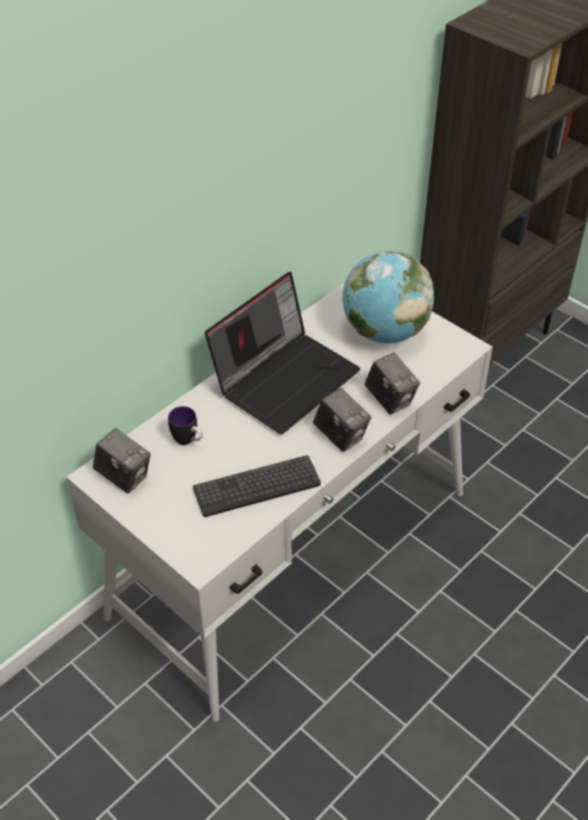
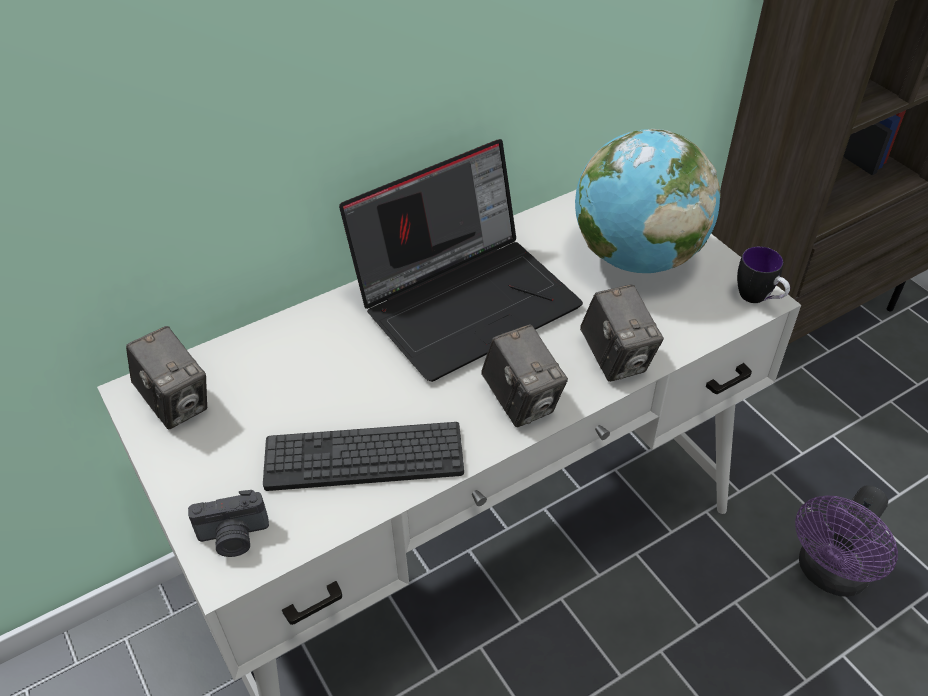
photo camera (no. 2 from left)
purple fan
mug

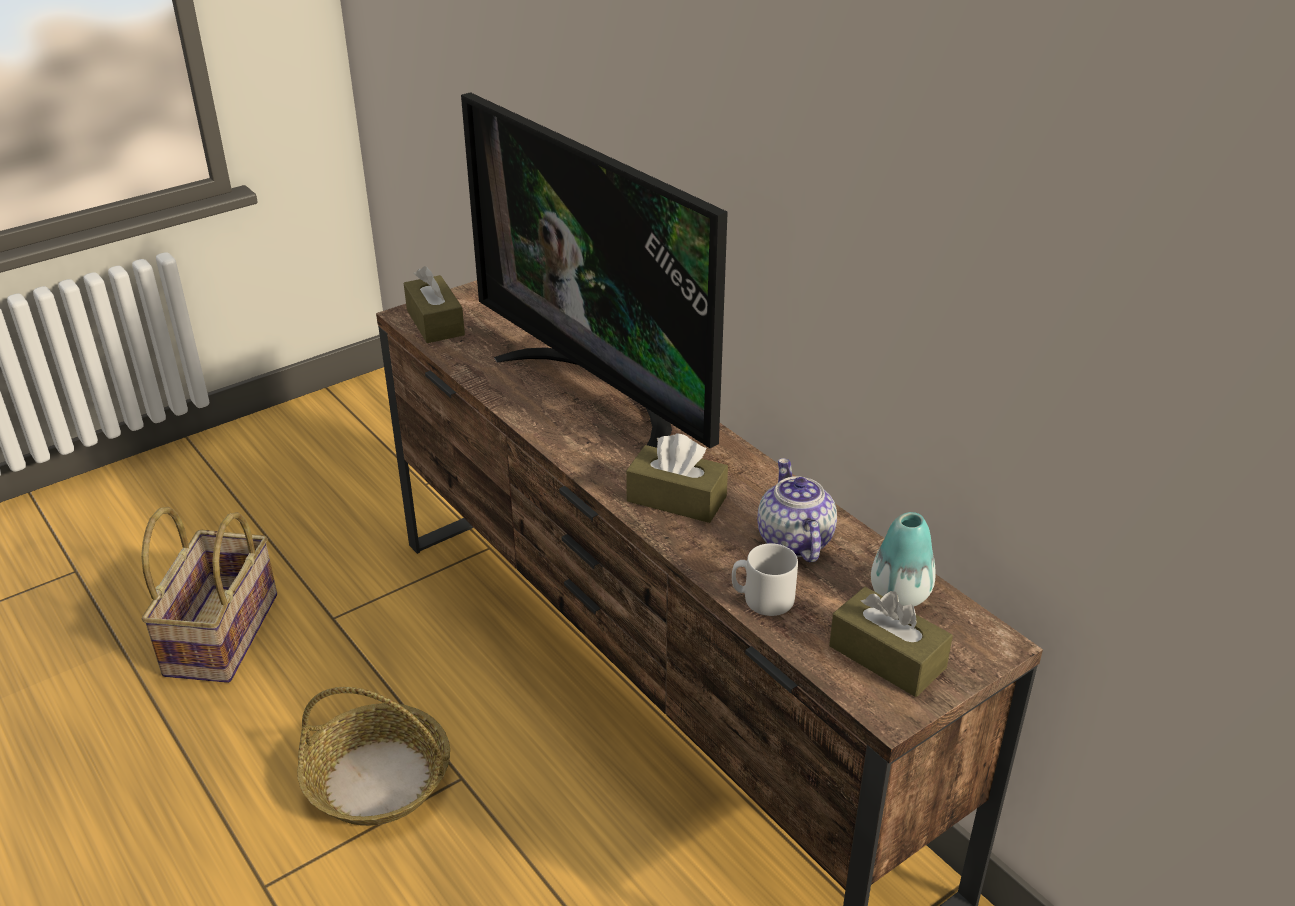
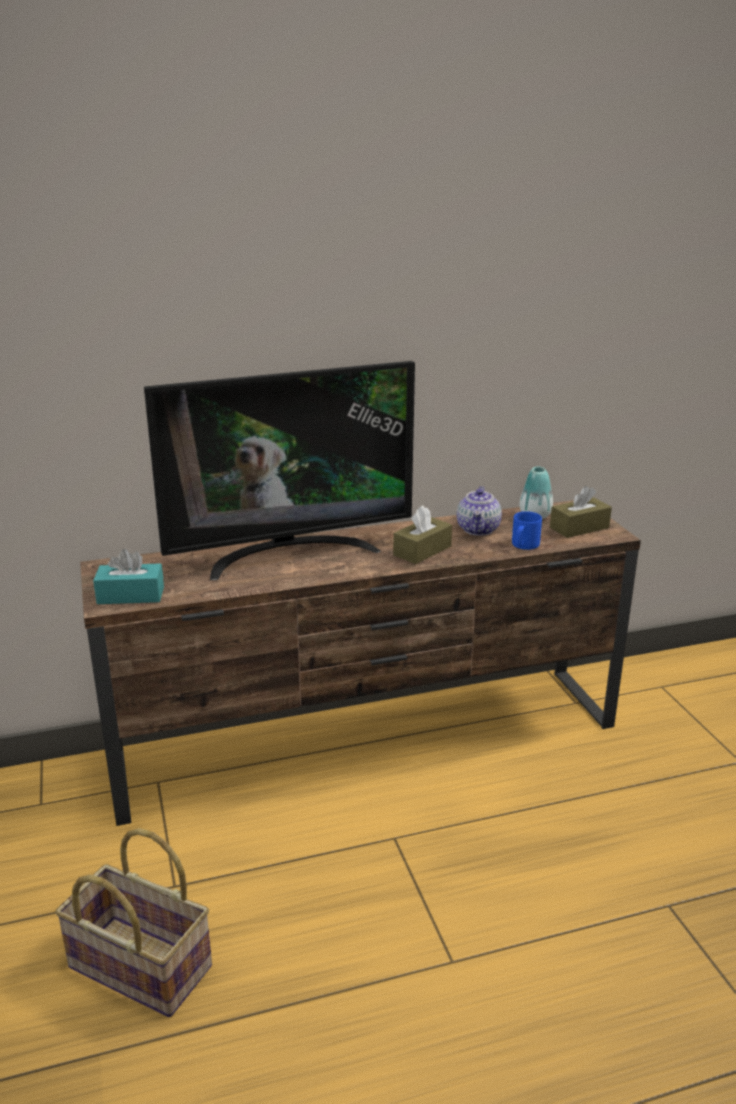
basket (no. 2 from left in the first image)
turquoise tissue box
blue mug
teapot

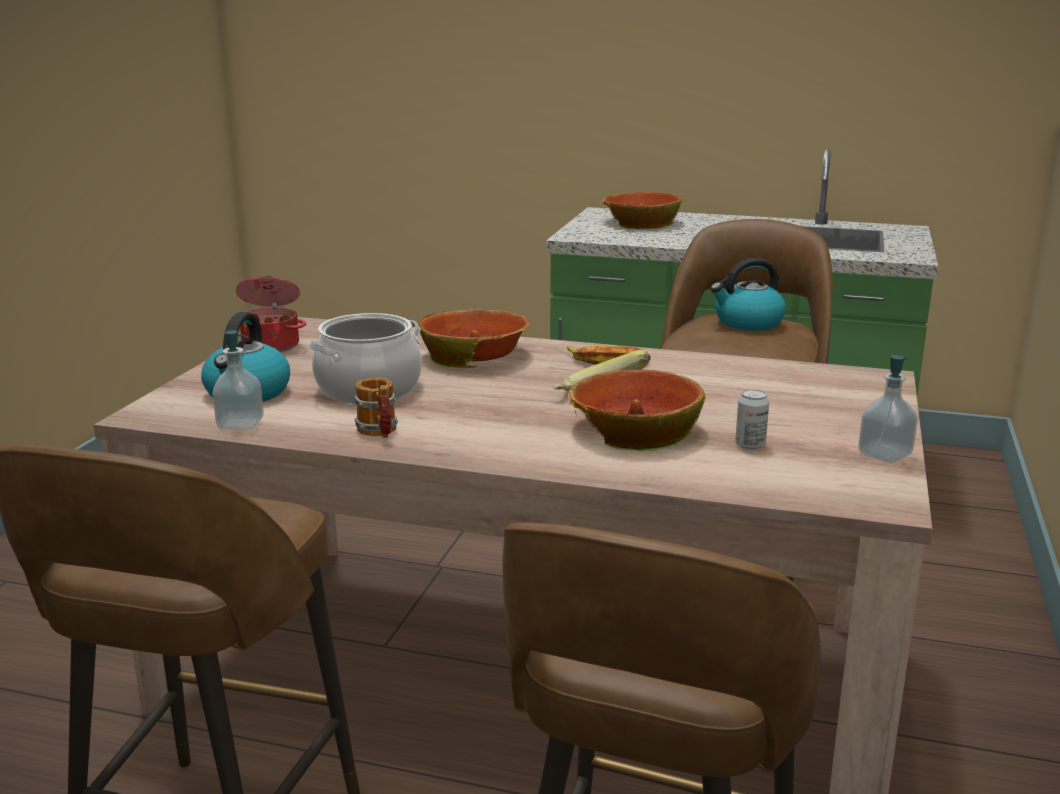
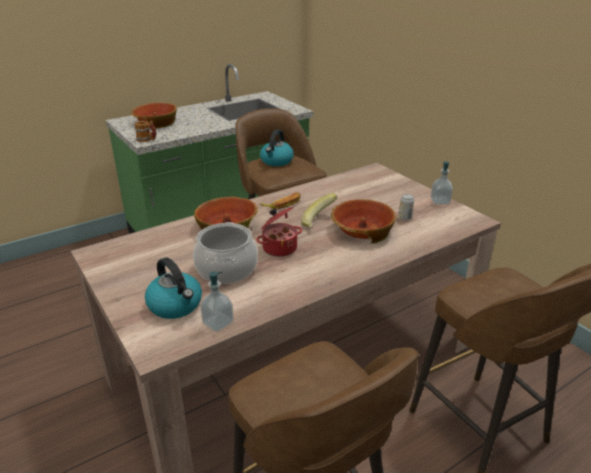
cooking pot (no. 2 from left)
mug

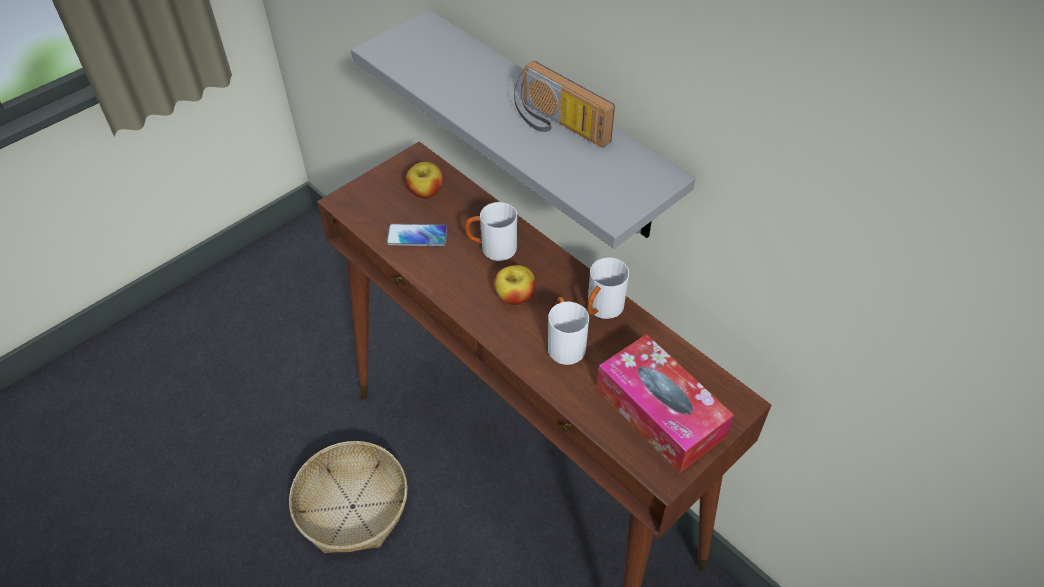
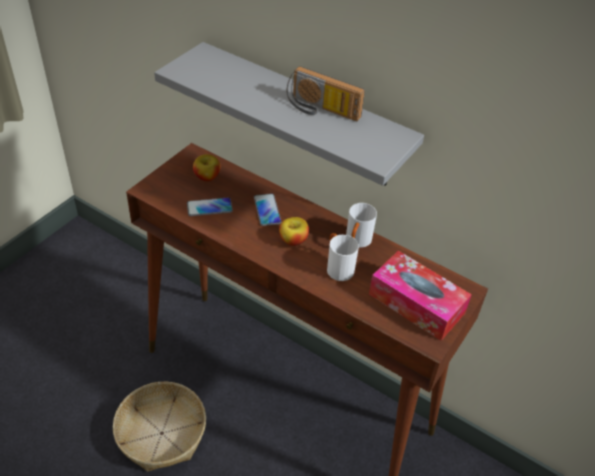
phone (no. 2 from left)

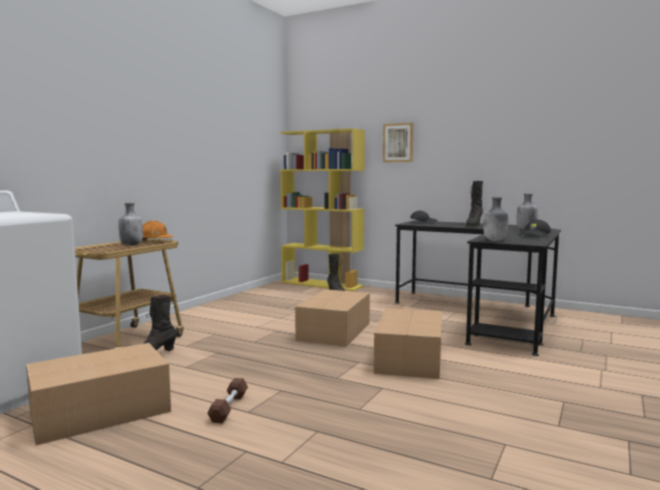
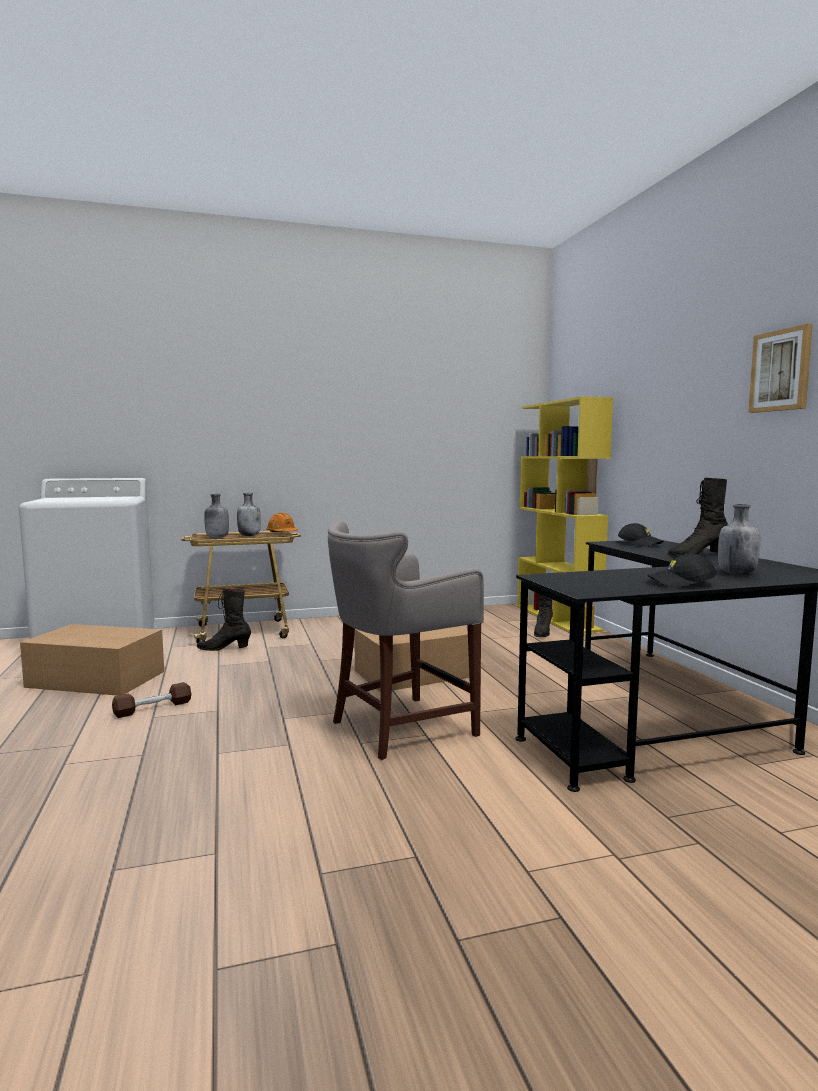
picture
grey bottle (no. 1 from left)
grey stool

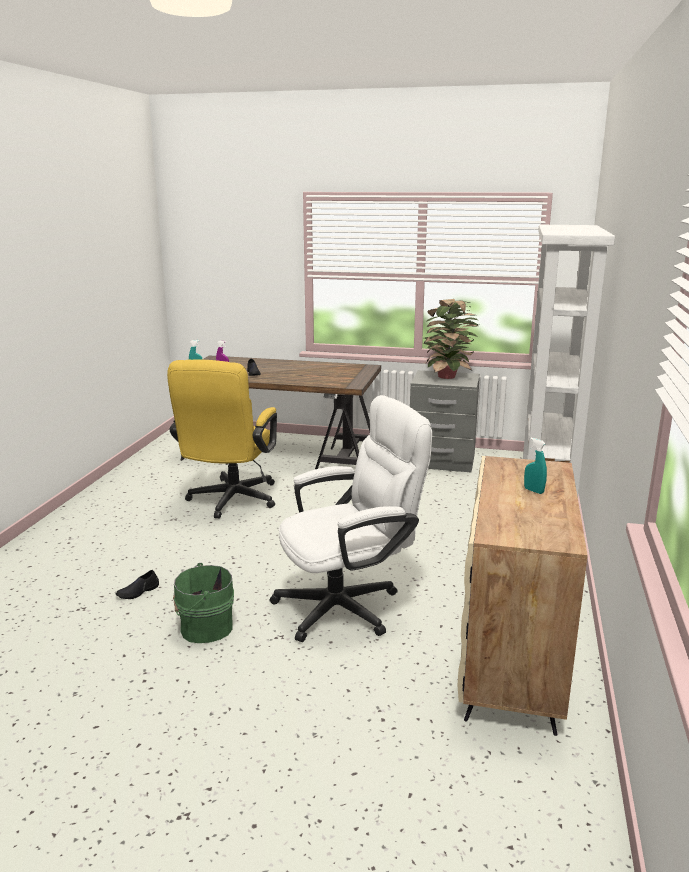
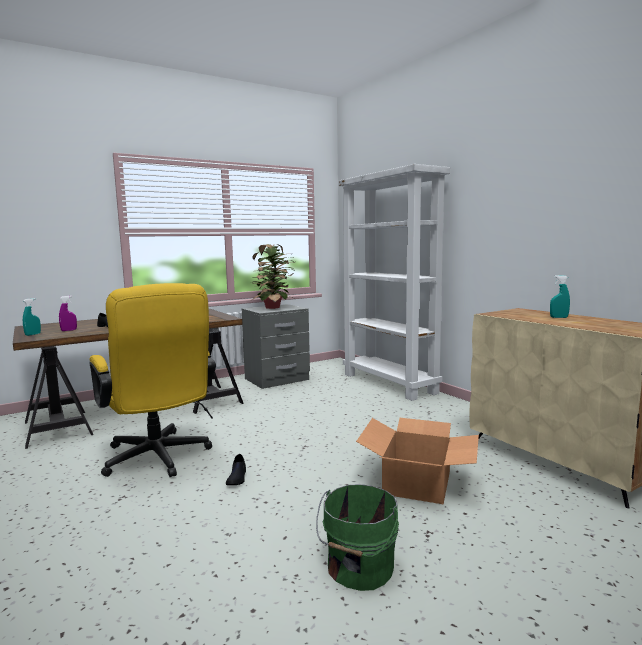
black shoe (no. 2 from left)
cardboard box

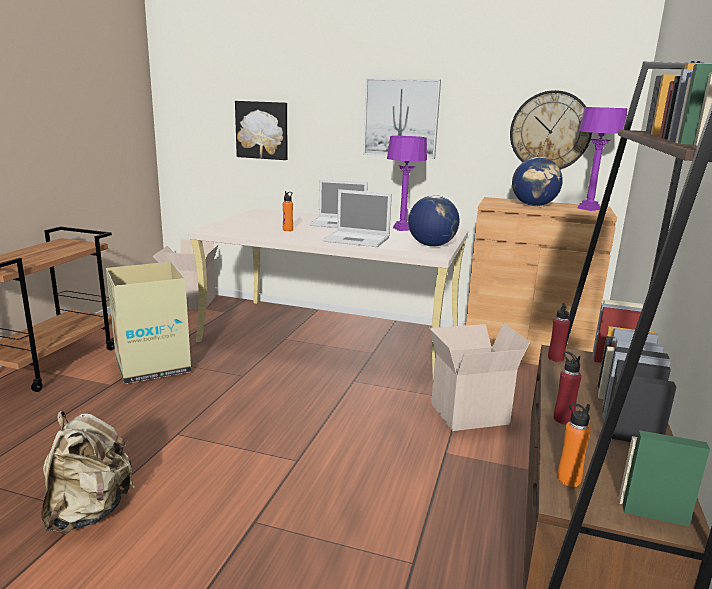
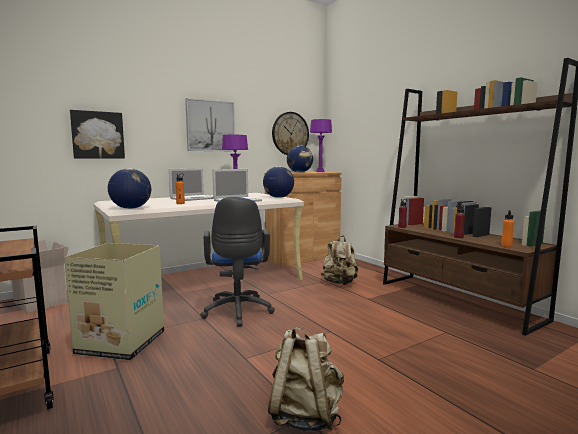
globe (no. 1 from left)
blue office chair
beige backpack (no. 2 from left)

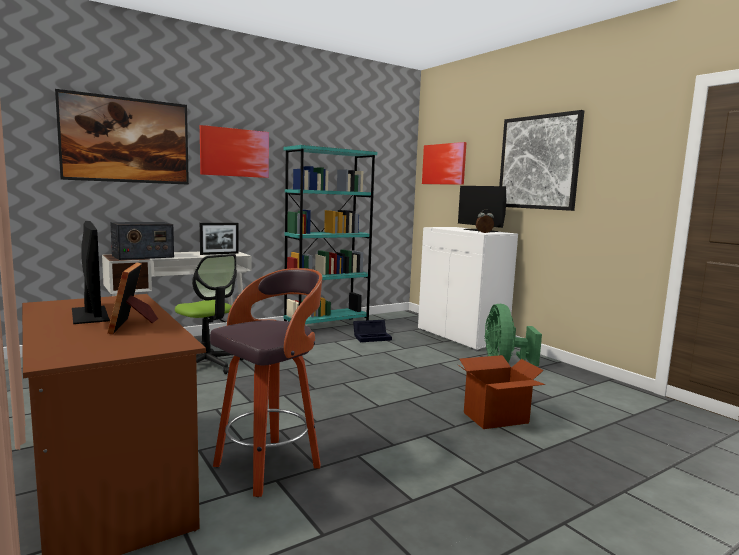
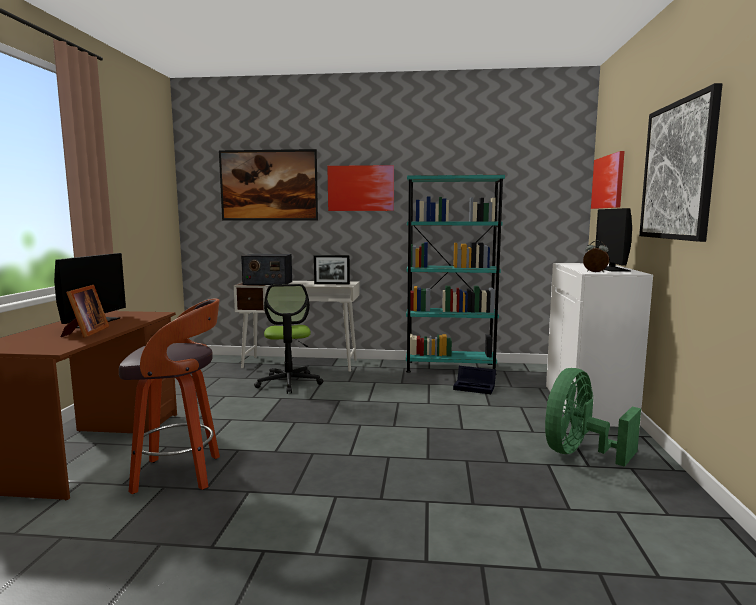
cardboard box
picture frame (no. 1 from left)

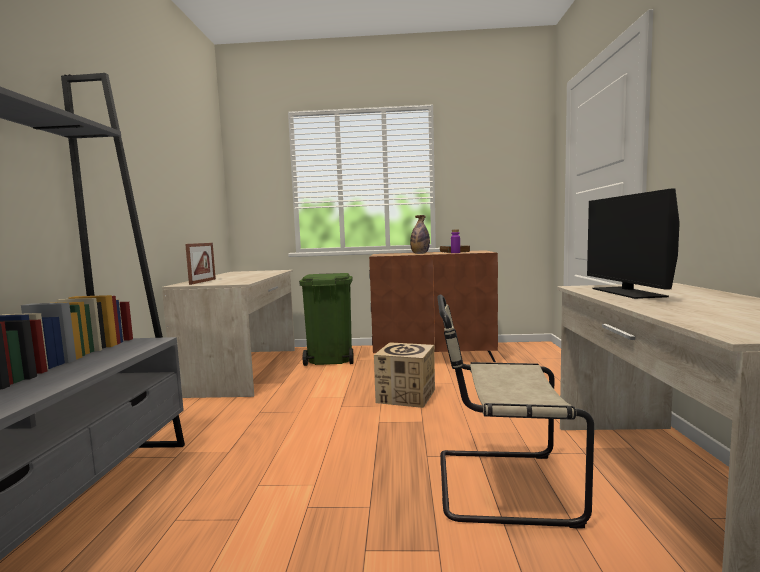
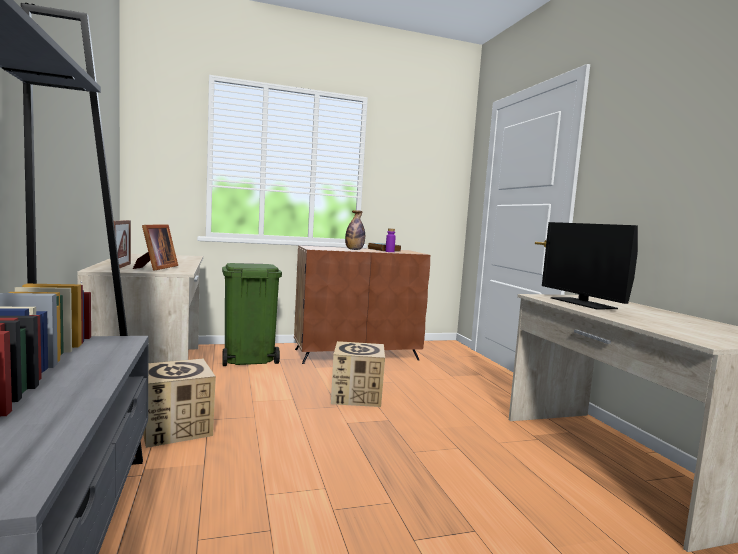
beige chair
picture frame (no. 2 from left)
cardboard box (no. 1 from left)

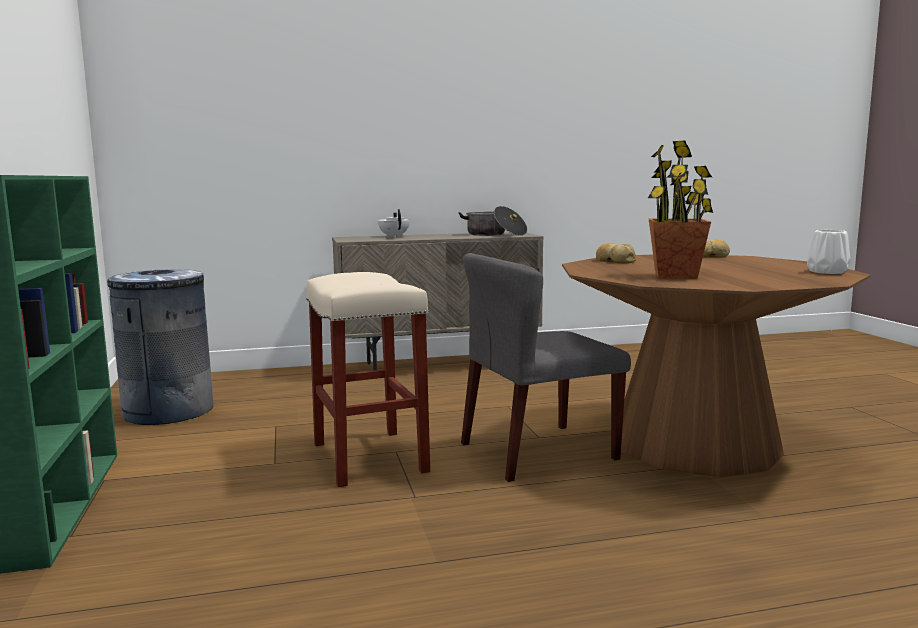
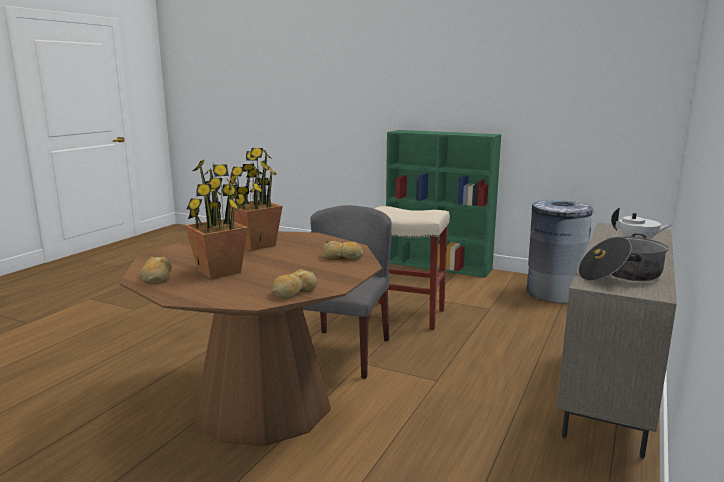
potted plant (no. 1 from left)
bread (no. 1 from left)

